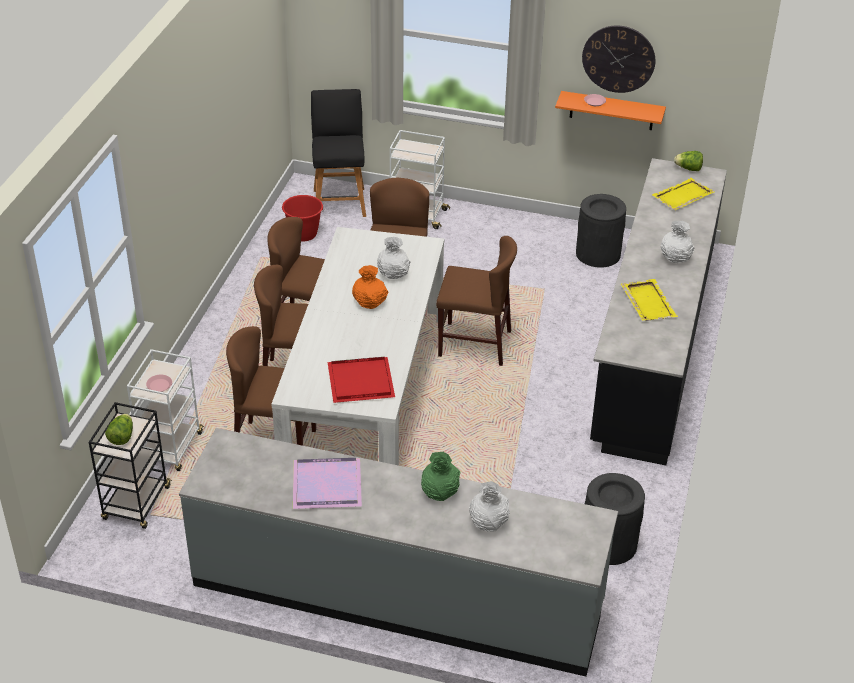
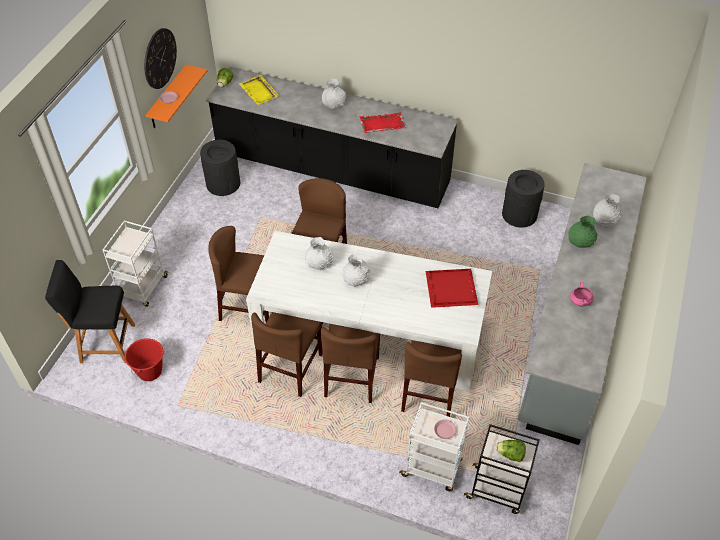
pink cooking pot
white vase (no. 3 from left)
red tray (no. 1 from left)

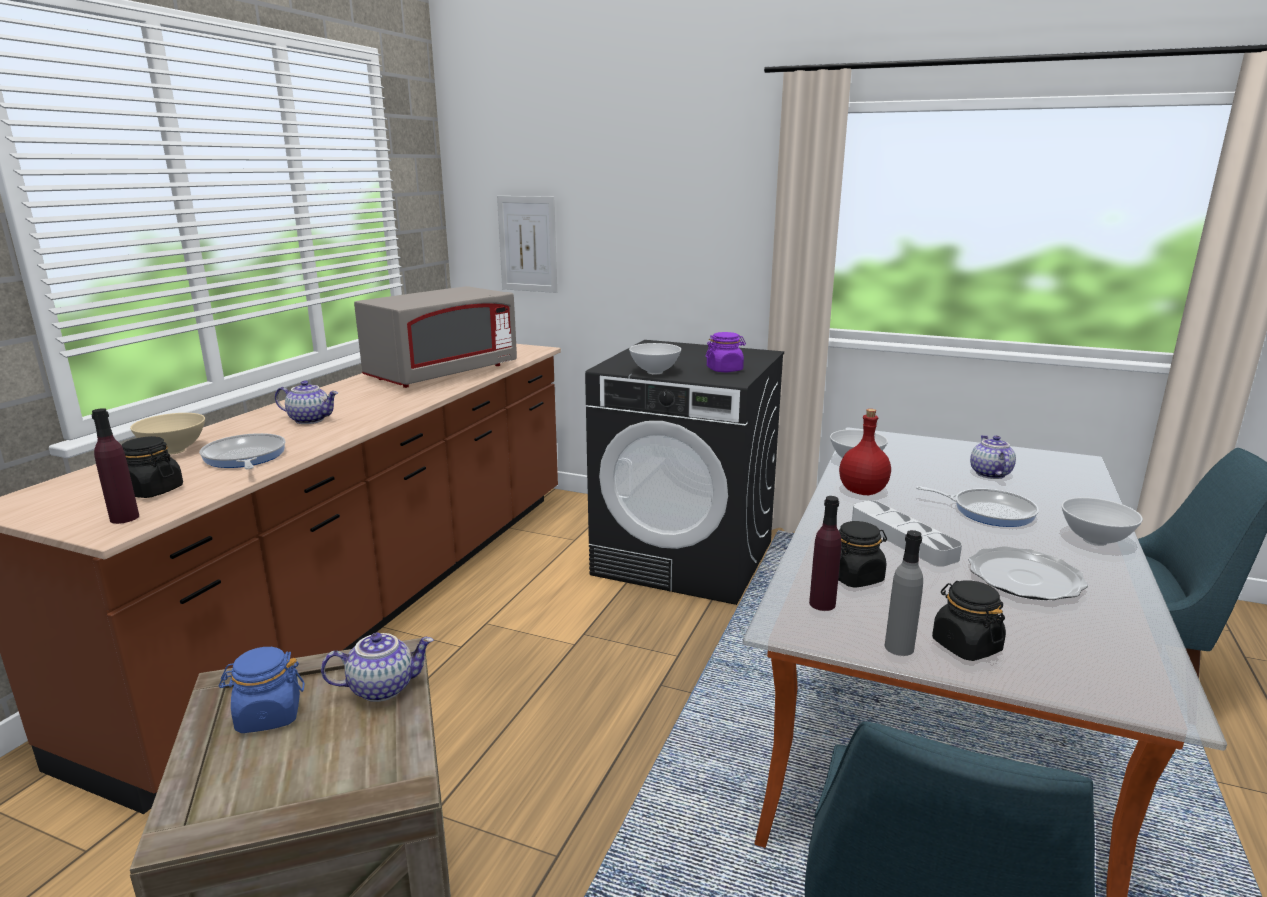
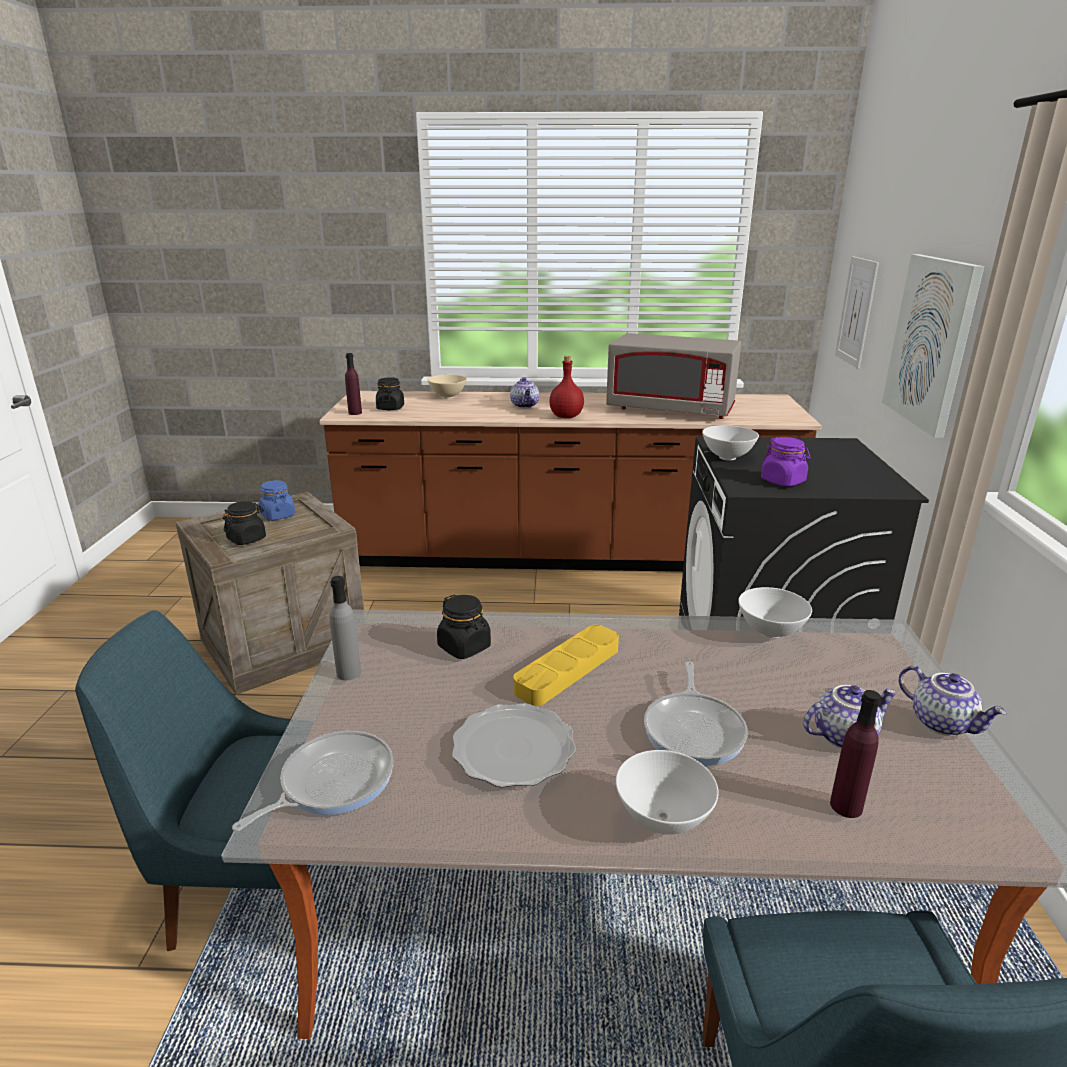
picture (no. 2 from left)
frying pan (no. 1 from left)
teapot (no. 3 from left)
purple bottle (no. 2 from left)
red bottle
black jar (no. 1 from left)
yellow tray

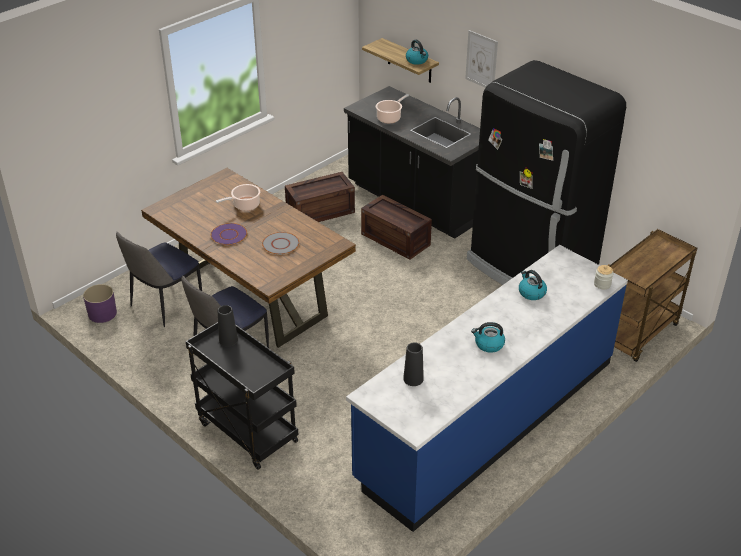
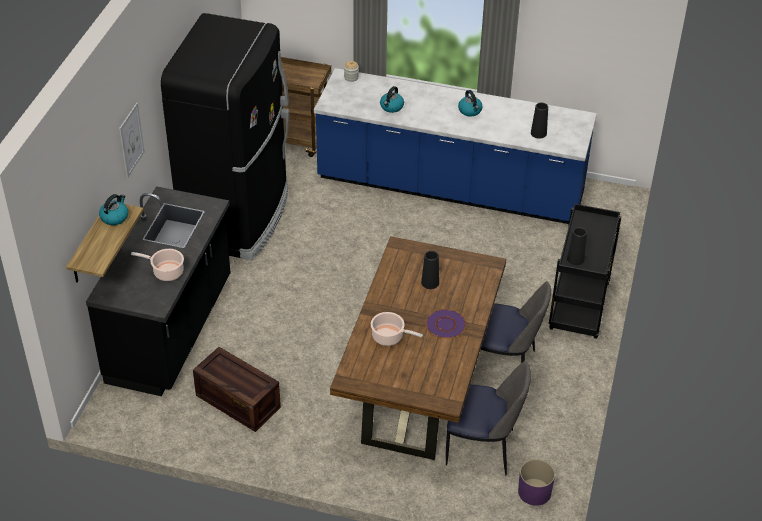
crate (no. 2 from left in the first image)
black vase (no. 1 from left)

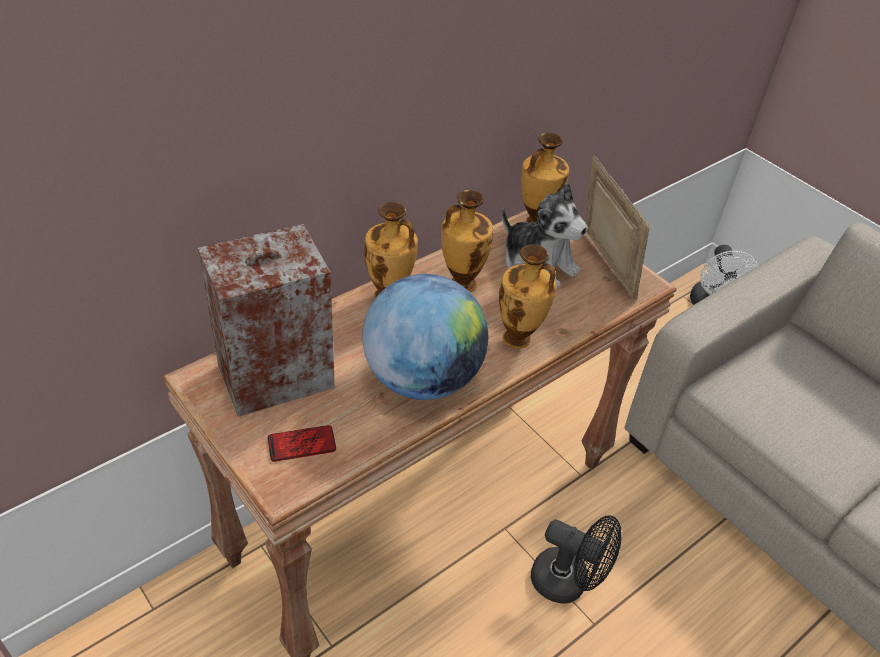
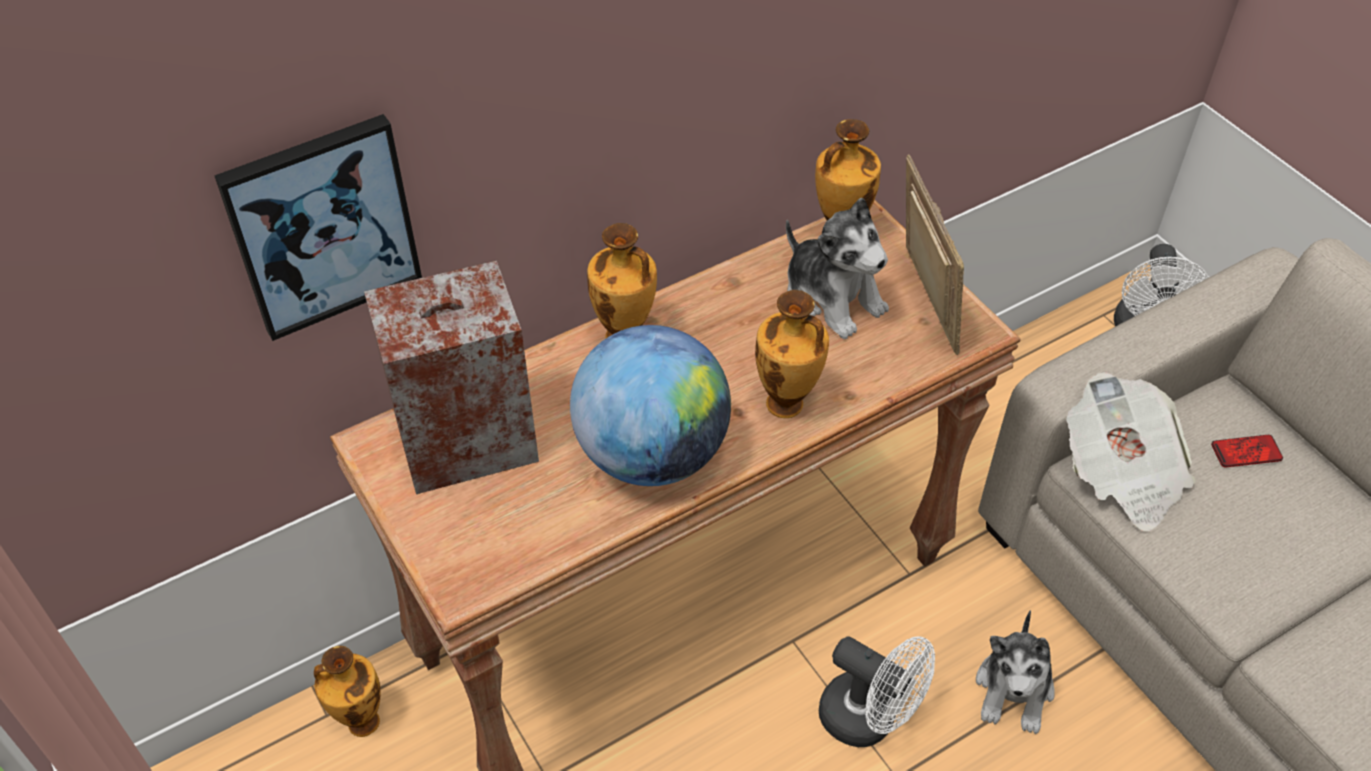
picture
plush toy (no. 2 from left)
newspaper
phone
vase (no. 1 from left)
white fan (no. 1 from left)

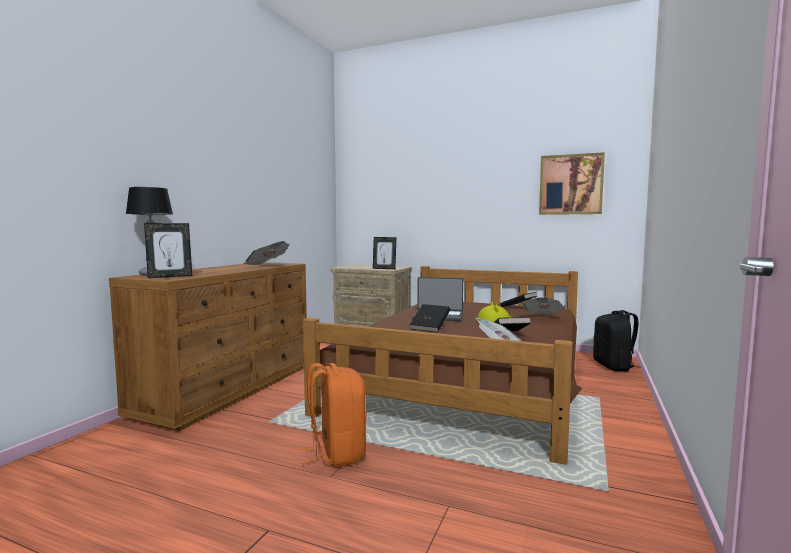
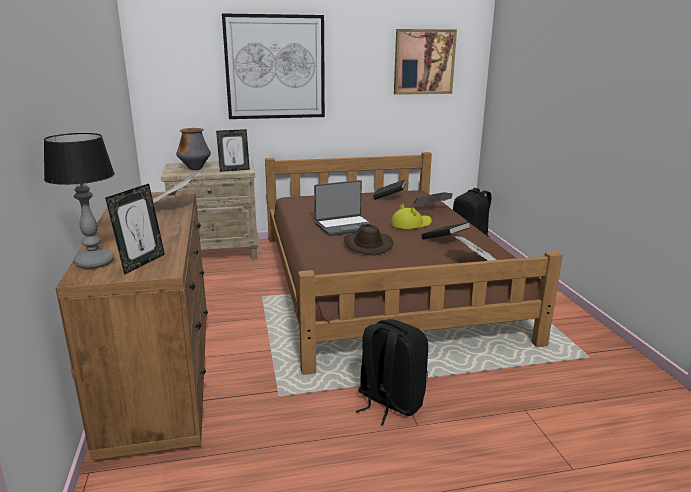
vase
picture (no. 1 from left)
brown hat
black backpack (no. 1 from left)

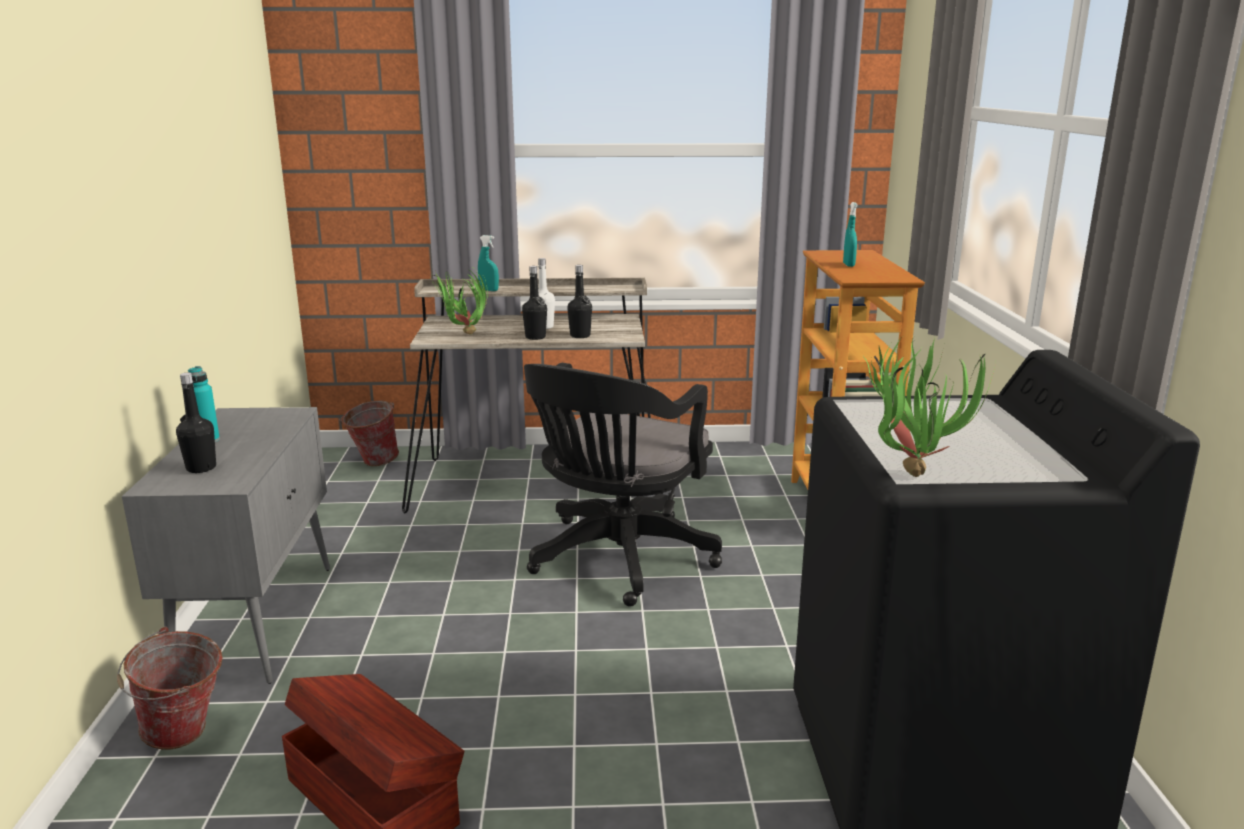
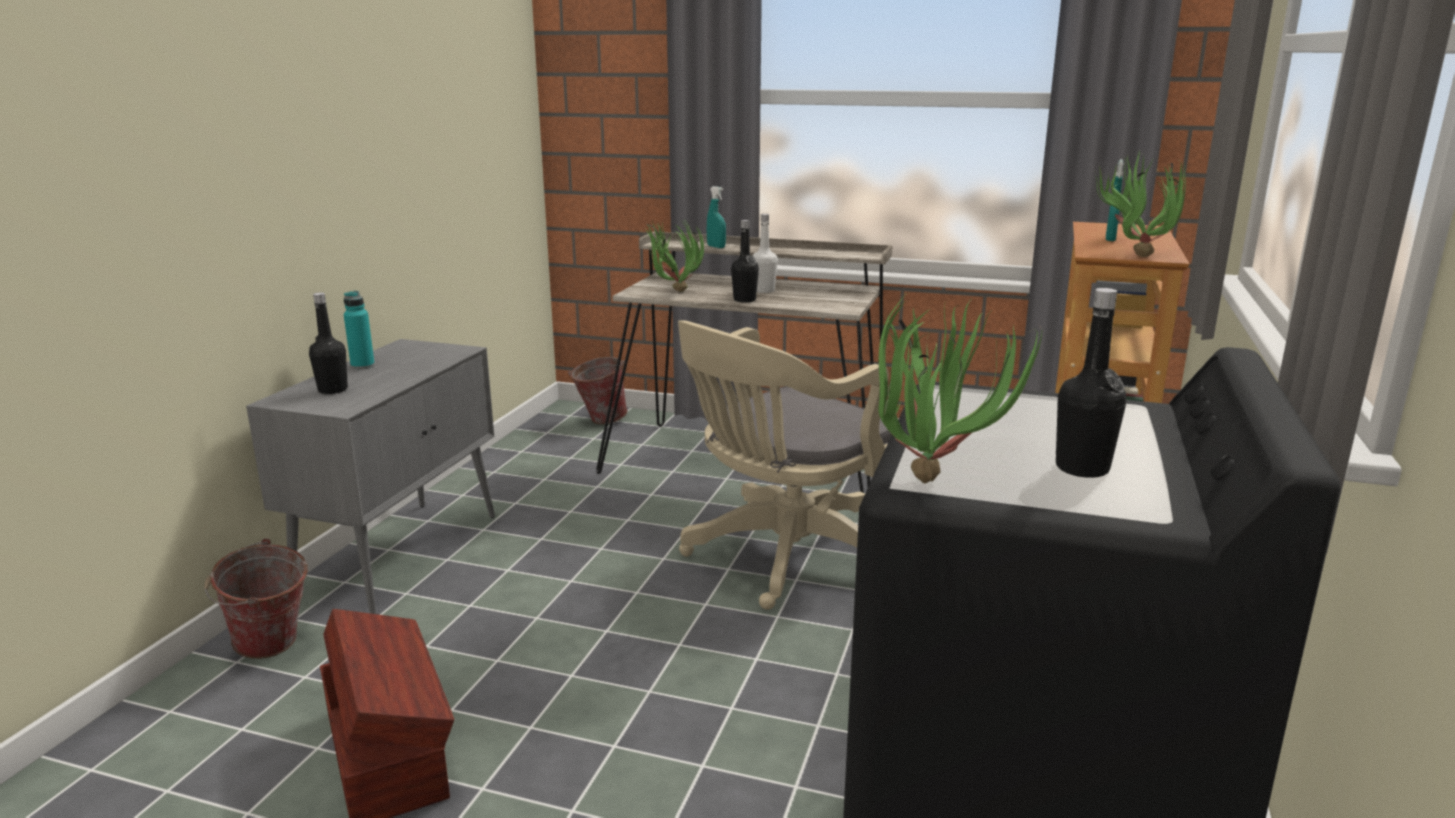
potted plant (no. 3 from left)
black bottle (no. 3 from left)
beige office chair

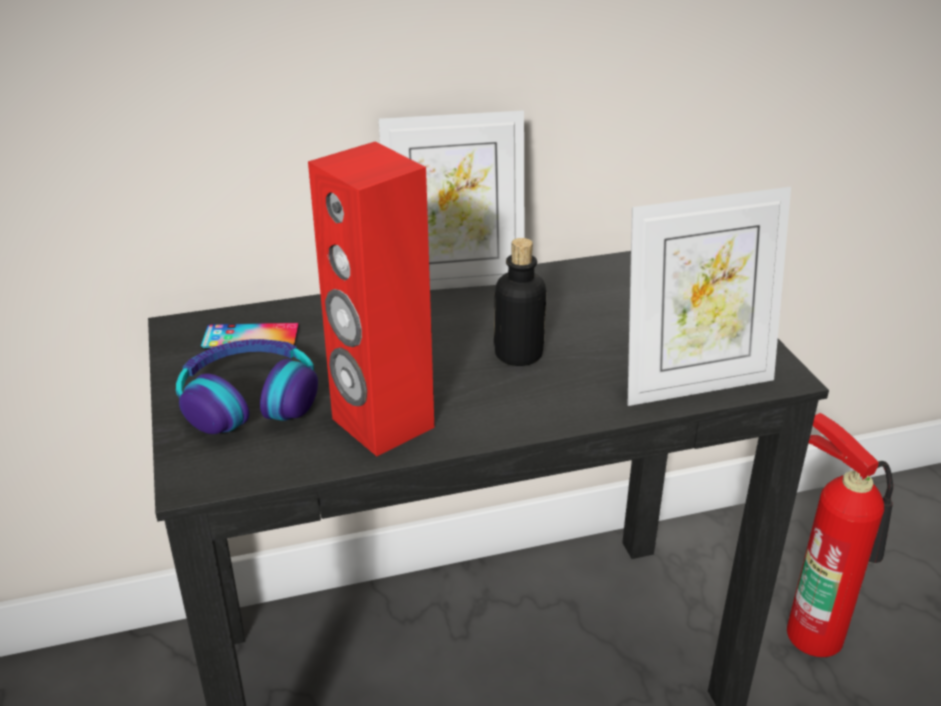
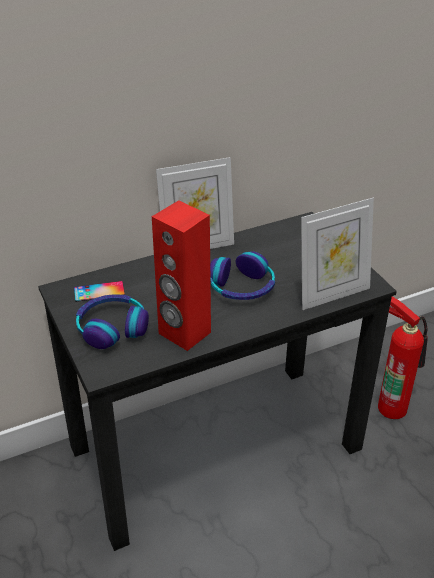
headphones (no. 2 from left)

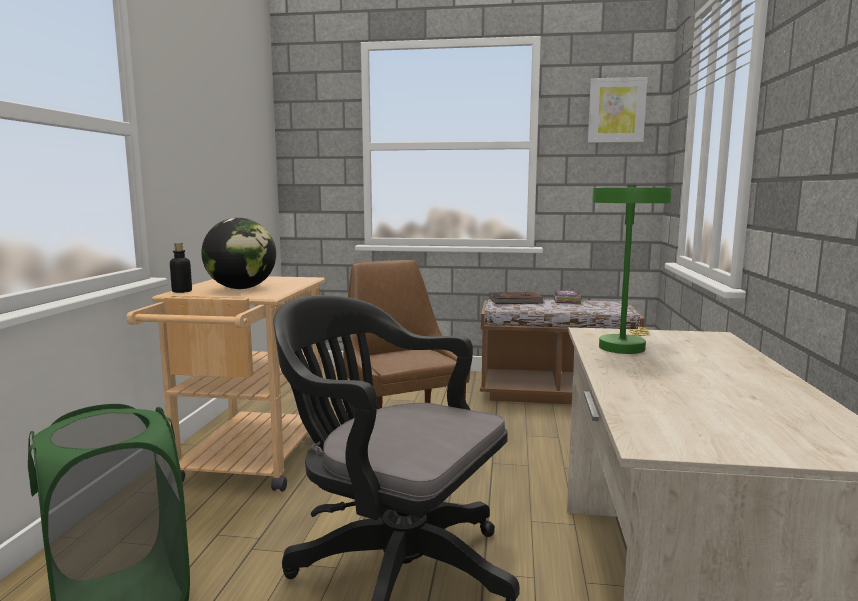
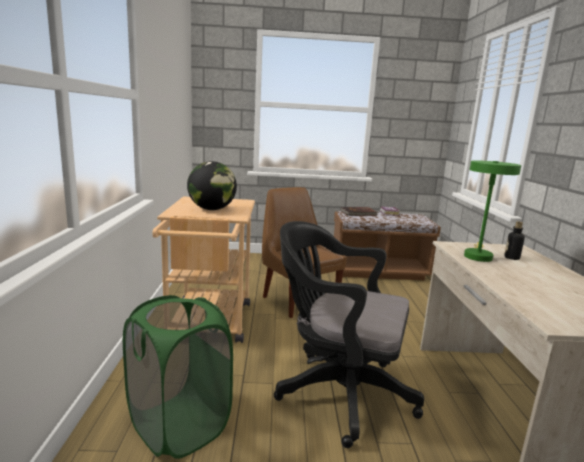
picture
bottle

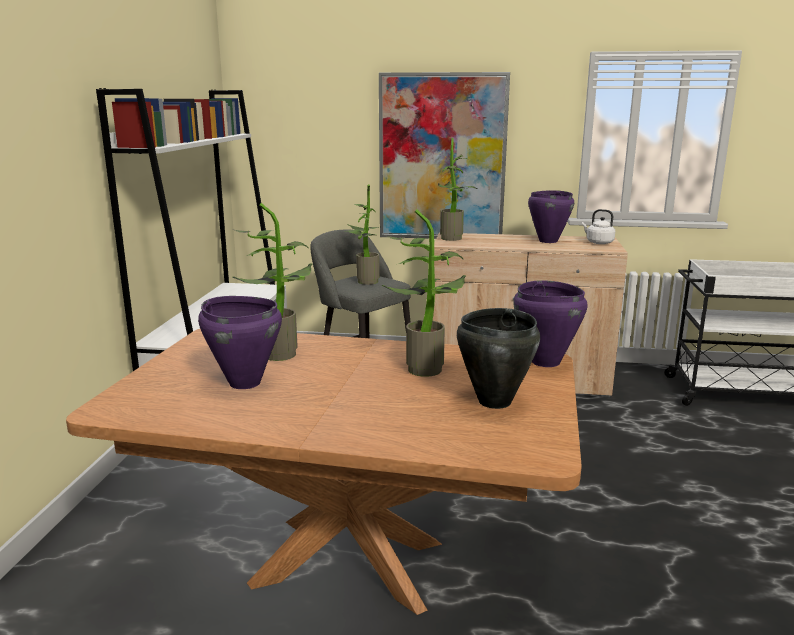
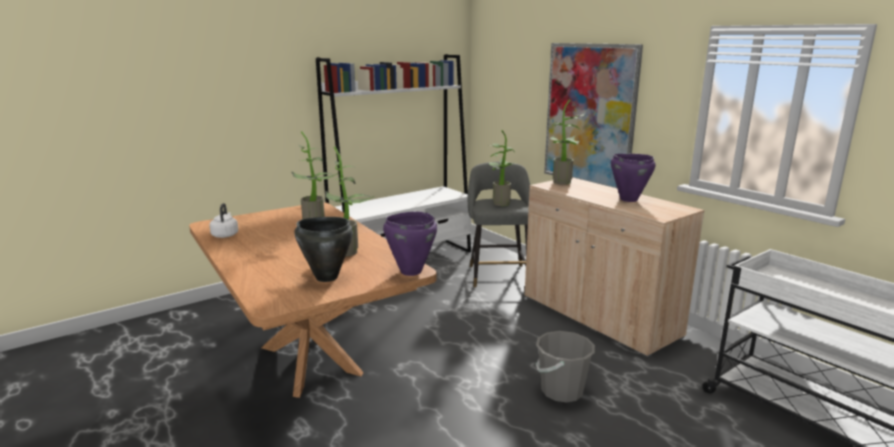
purple cooking pot (no. 1 from left in the first image)
grey bucket
white kettle

